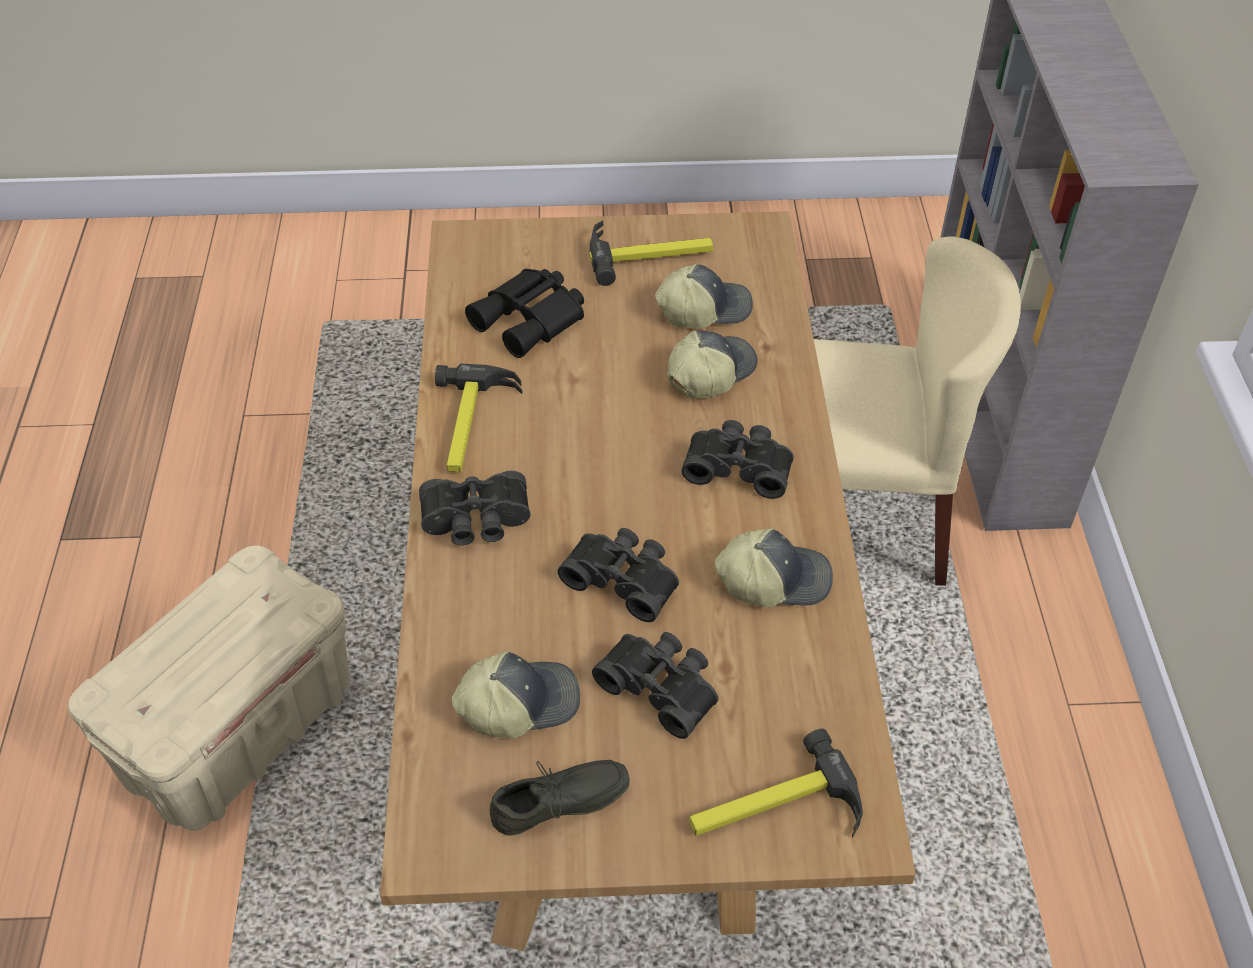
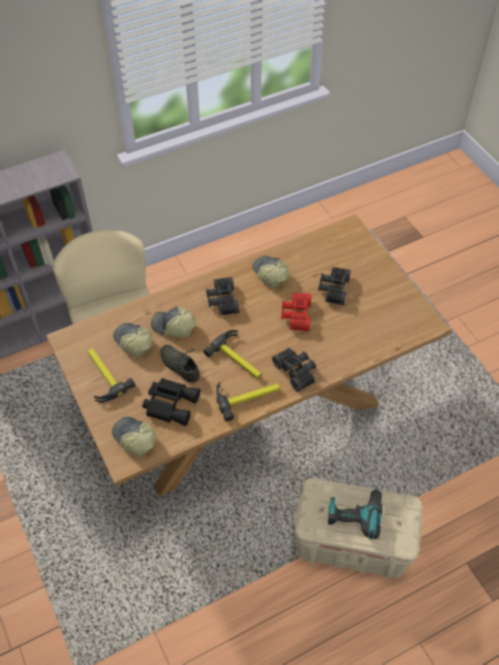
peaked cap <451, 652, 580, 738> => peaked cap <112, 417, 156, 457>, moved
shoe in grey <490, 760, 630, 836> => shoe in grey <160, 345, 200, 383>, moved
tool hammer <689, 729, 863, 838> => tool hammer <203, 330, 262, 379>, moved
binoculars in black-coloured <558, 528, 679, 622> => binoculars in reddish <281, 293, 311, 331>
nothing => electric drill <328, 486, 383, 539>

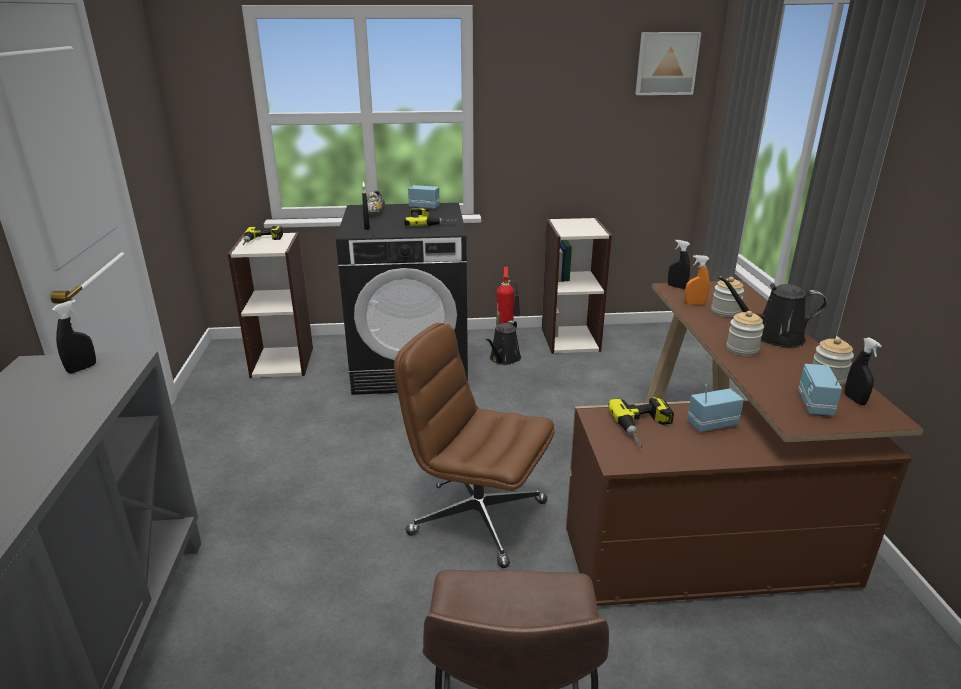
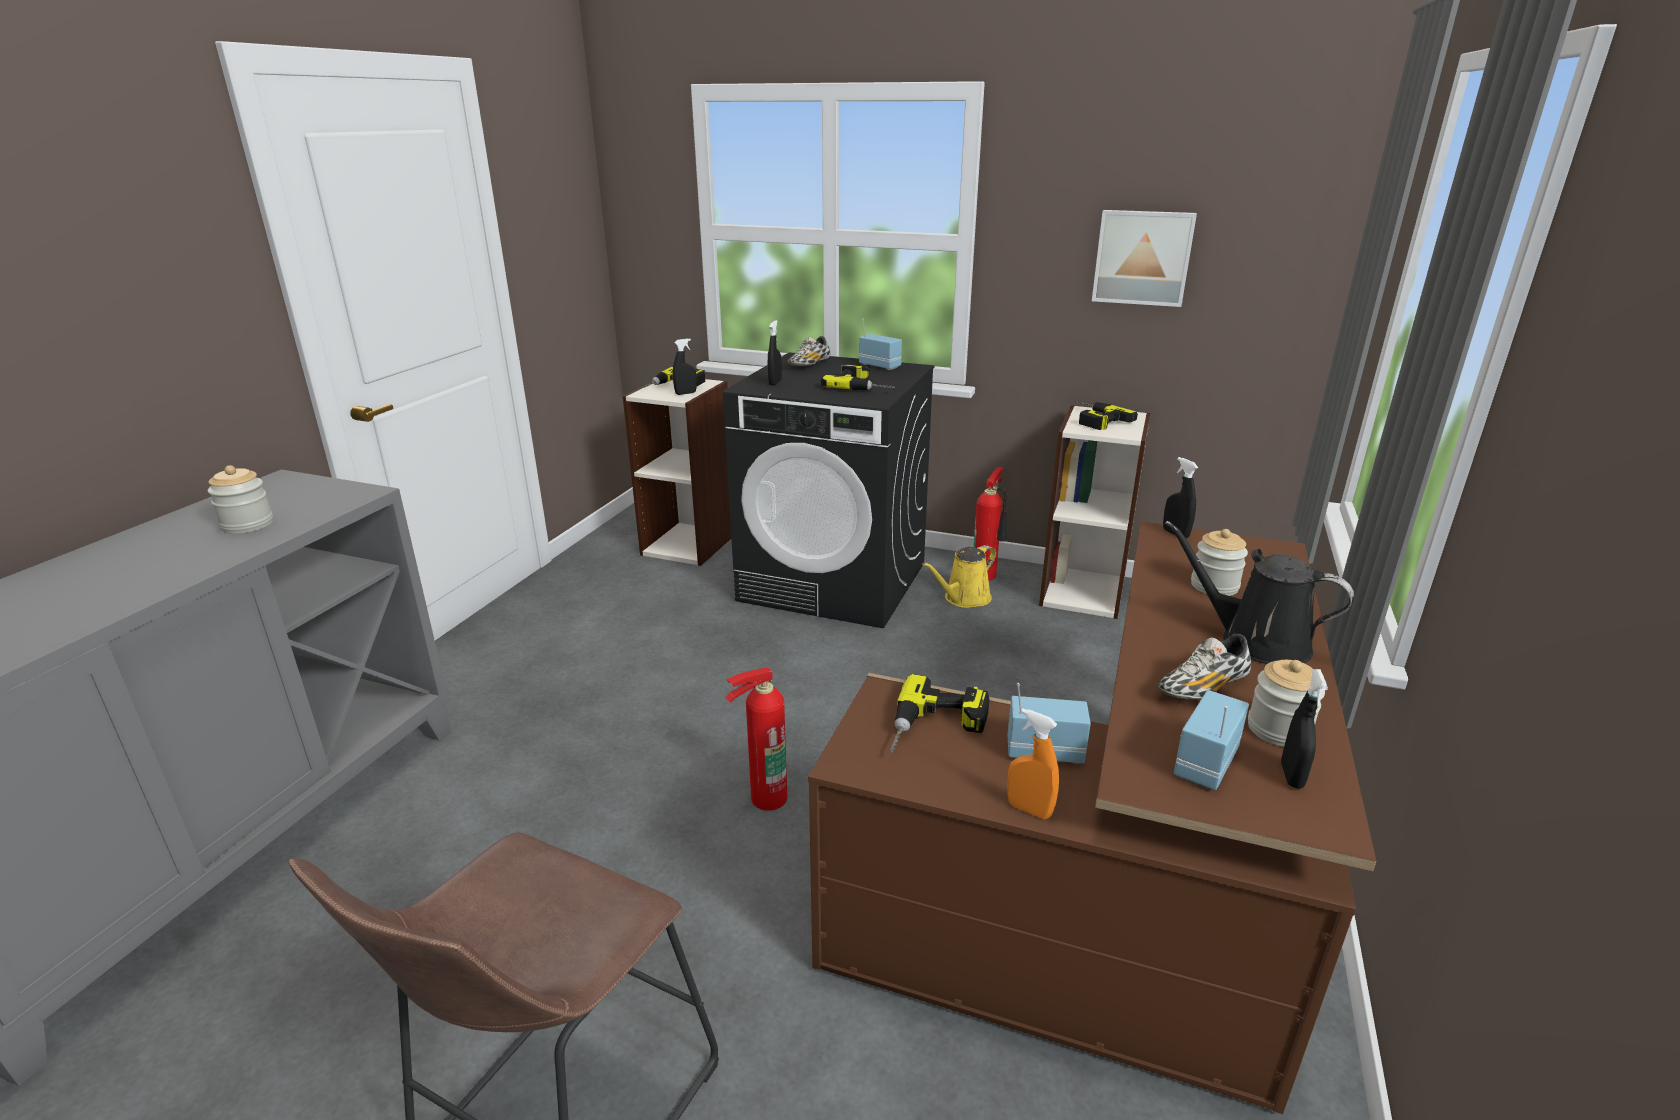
preserve jar <726, 311, 764, 356> => preserve jar <208, 465, 273, 534>, moved
sprayer in black-coloured <52, 300, 96, 374> => sprayer in black-coloured <673, 339, 697, 395>, moved
computer chair in brown <394, 323, 555, 568> => fire-fighting cylinder <725, 668, 787, 811>
watering pot in black-coloured <486, 320, 521, 365> => watering pot in yellowish <922, 545, 996, 608>
sprayer in orange-coloured <685, 255, 710, 305> => sprayer in orange-coloured <1007, 708, 1059, 819>, moved
nothing => electric drill <1075, 400, 1138, 430>
wall art <635, 32, 701, 95> => wall art <1092, 210, 1197, 307>, moved
nothing => shoe <1157, 633, 1251, 699>

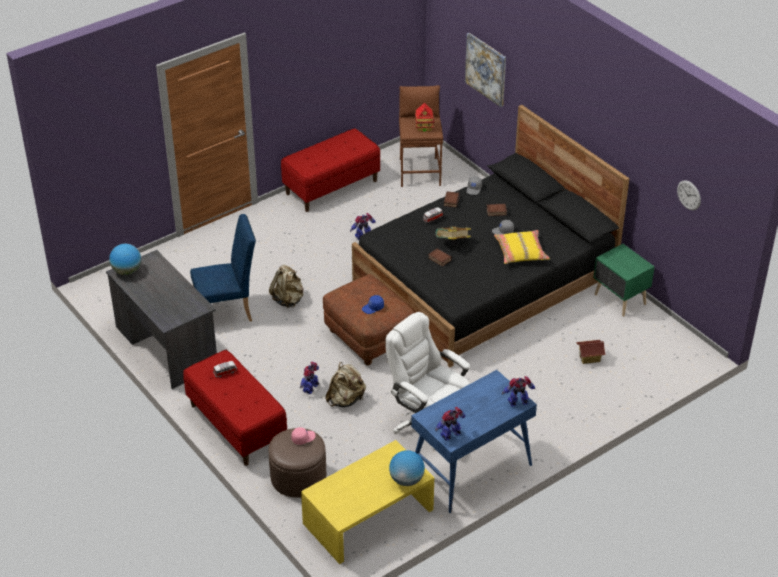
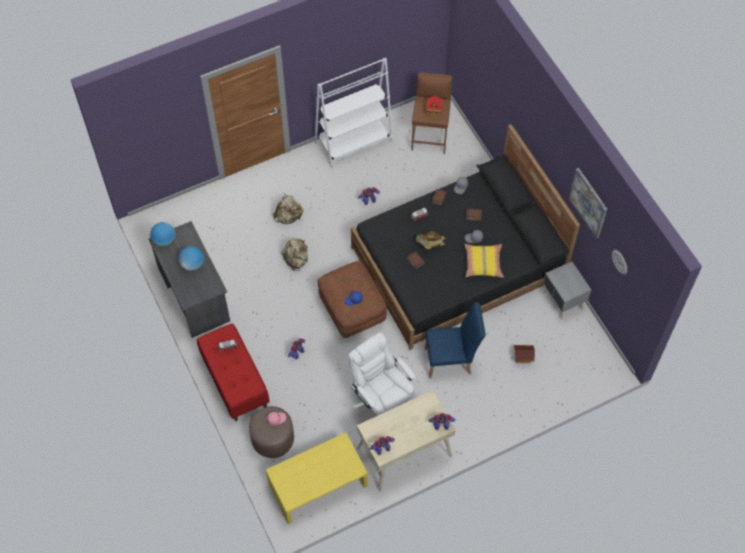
world globe <389, 450, 425, 486> => world globe <178, 246, 204, 272>, moved
knapsack in beige <325, 362, 366, 407> => knapsack in beige <273, 194, 304, 224>, moved
long seat in reddish <281, 128, 380, 212> => bookcase in white <314, 58, 393, 167>
desk unit in blue-coloured <411, 370, 537, 513> => desk unit in beige <357, 390, 456, 491>
chair in blue-coloured <190, 214, 256, 321> => chair in blue-coloured <425, 302, 486, 378>, moved
night table in greenish <593, 244, 655, 317> => night table in grey <543, 261, 591, 319>
wall art <465, 33, 506, 107> => wall art <569, 168, 607, 238>, moved

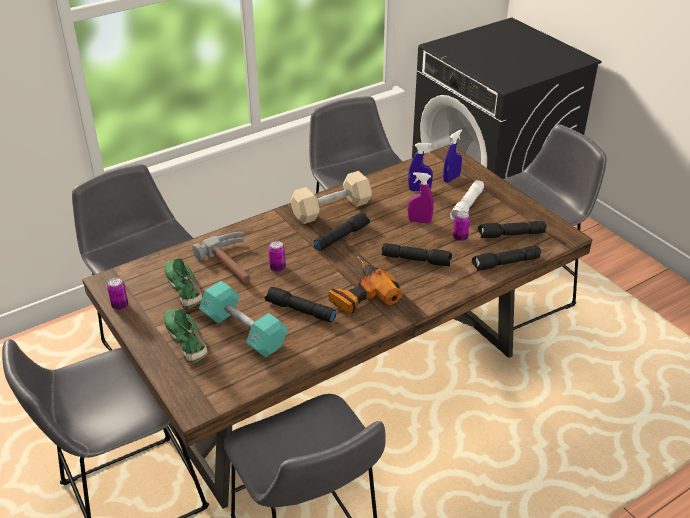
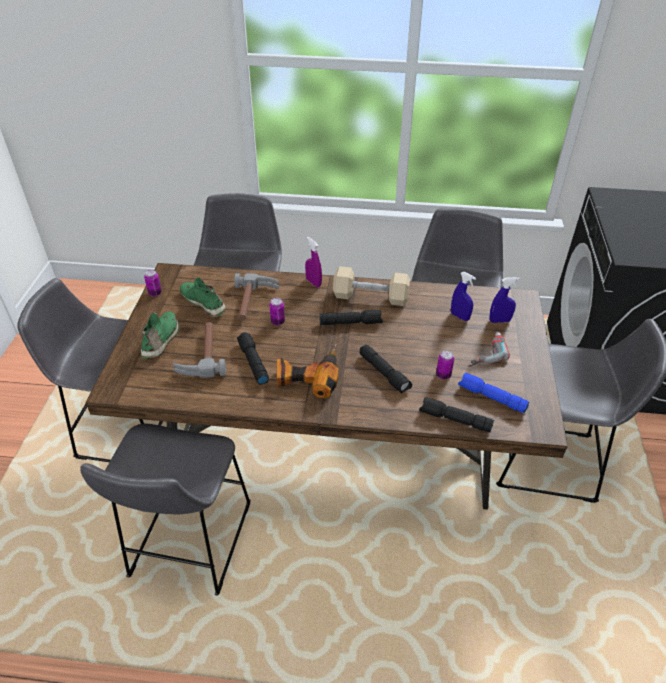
dumbbell in turquoise-coloured <199, 281, 288, 358> => tool hammer <172, 322, 226, 378>
shoe in greenish <165, 258, 203, 309> => shoe in greenish <180, 277, 226, 318>, 60 degrees counterclockwise
sprayer in purplish <408, 172, 434, 224> => sprayer in purplish <305, 237, 322, 287>, moved
hand torch in black-coloured <478, 221, 547, 238> => hand torch in blue-coloured <458, 373, 530, 414>
hand torch in white <450, 180, 484, 220> => electric drill <468, 332, 510, 367>

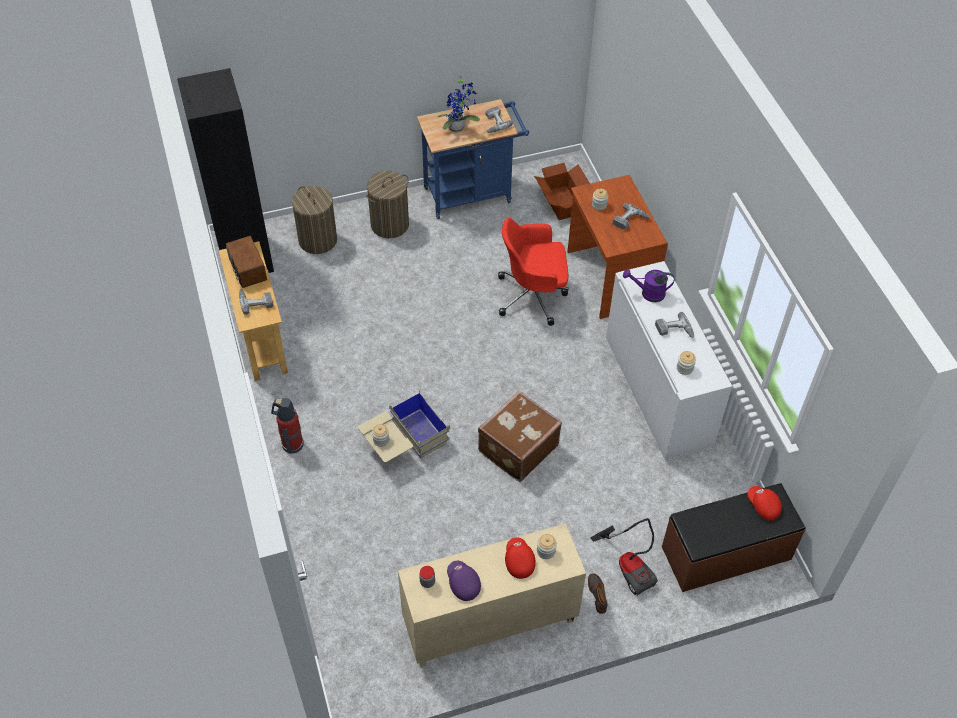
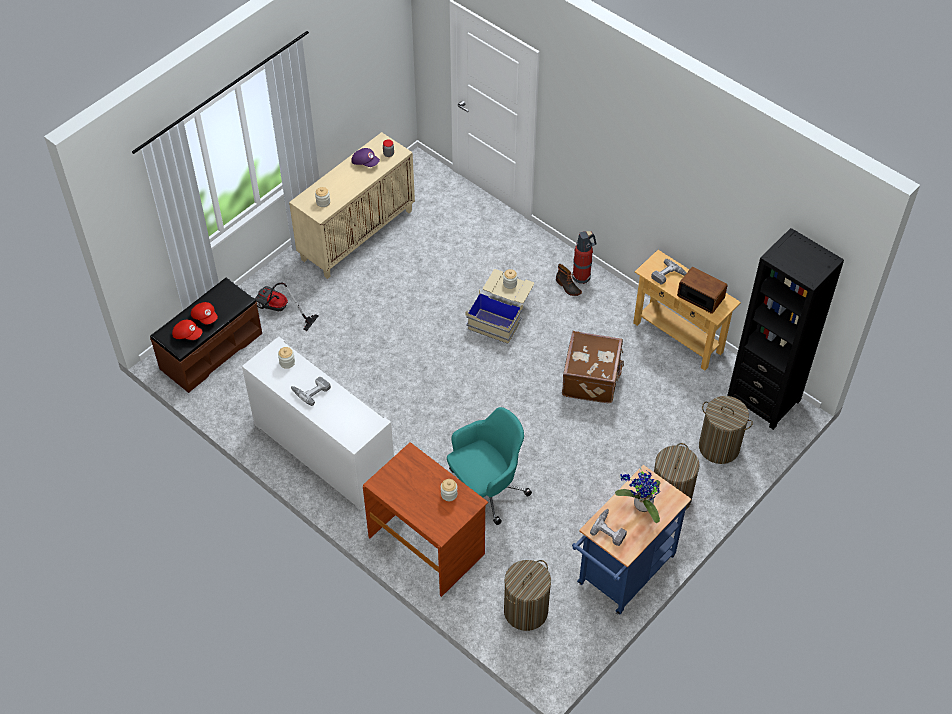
peaked cap in reddish <505, 537, 536, 579> => peaked cap in reddish <191, 302, 218, 325>, moved
computer chair in reddish <498, 218, 569, 326> => computer chair in turquoise-coloured <447, 407, 532, 525>
cardboard box <534, 163, 590, 220> => laundry basket <504, 560, 551, 631>
tall boot <588, 574, 607, 614> => tall boot <556, 264, 582, 296>, moved
suitcase in brown <478, 391, 562, 482> => suitcase in brown <562, 331, 624, 403>, moved
electric drill <613, 203, 650, 230> => nothing
watering pot in purplish <623, 269, 674, 302> => nothing

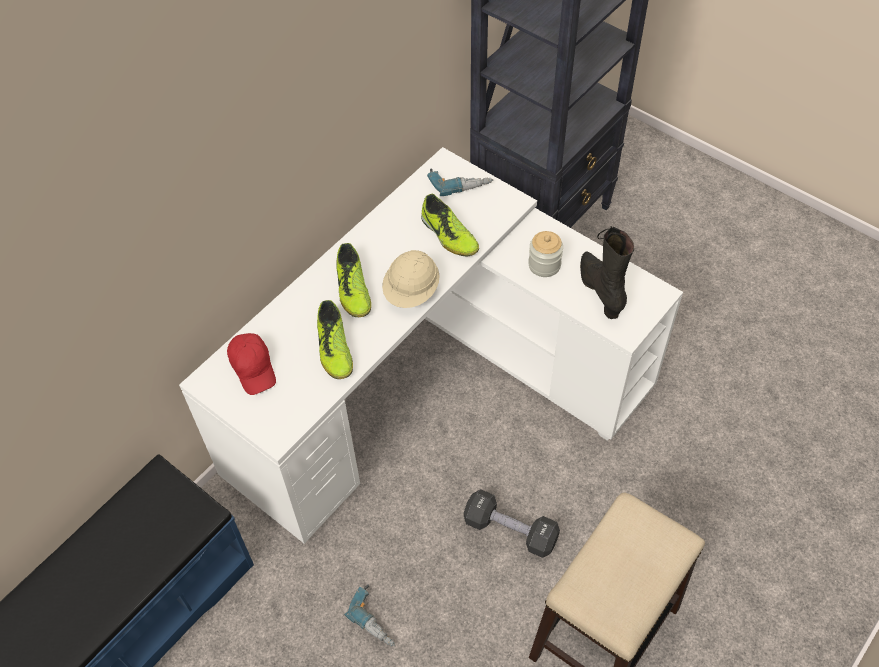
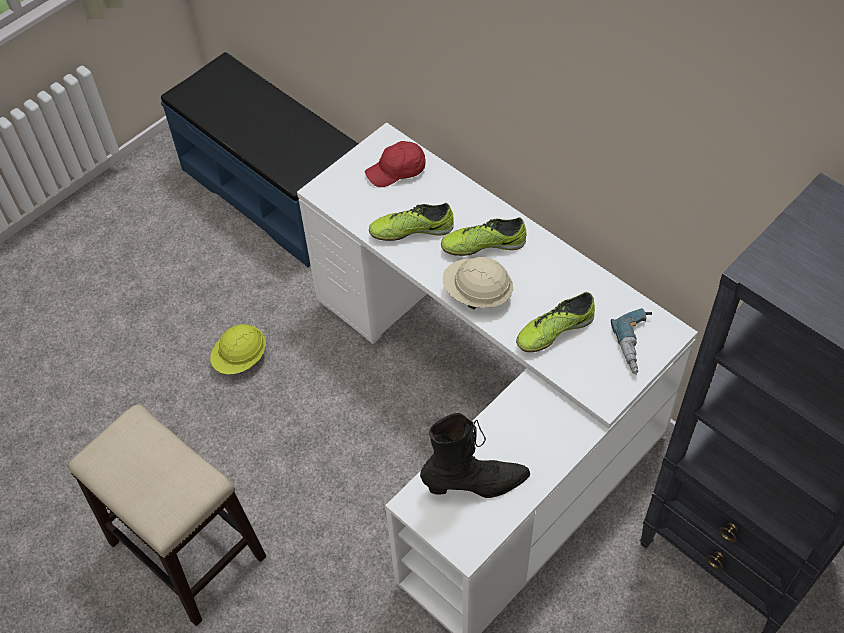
electric drill <344, 585, 395, 647> => hard hat in yellowish <210, 324, 266, 374>
dumbbell in black-coloured <464, 489, 560, 558> => nothing
preserve jar <528, 231, 563, 277> => nothing

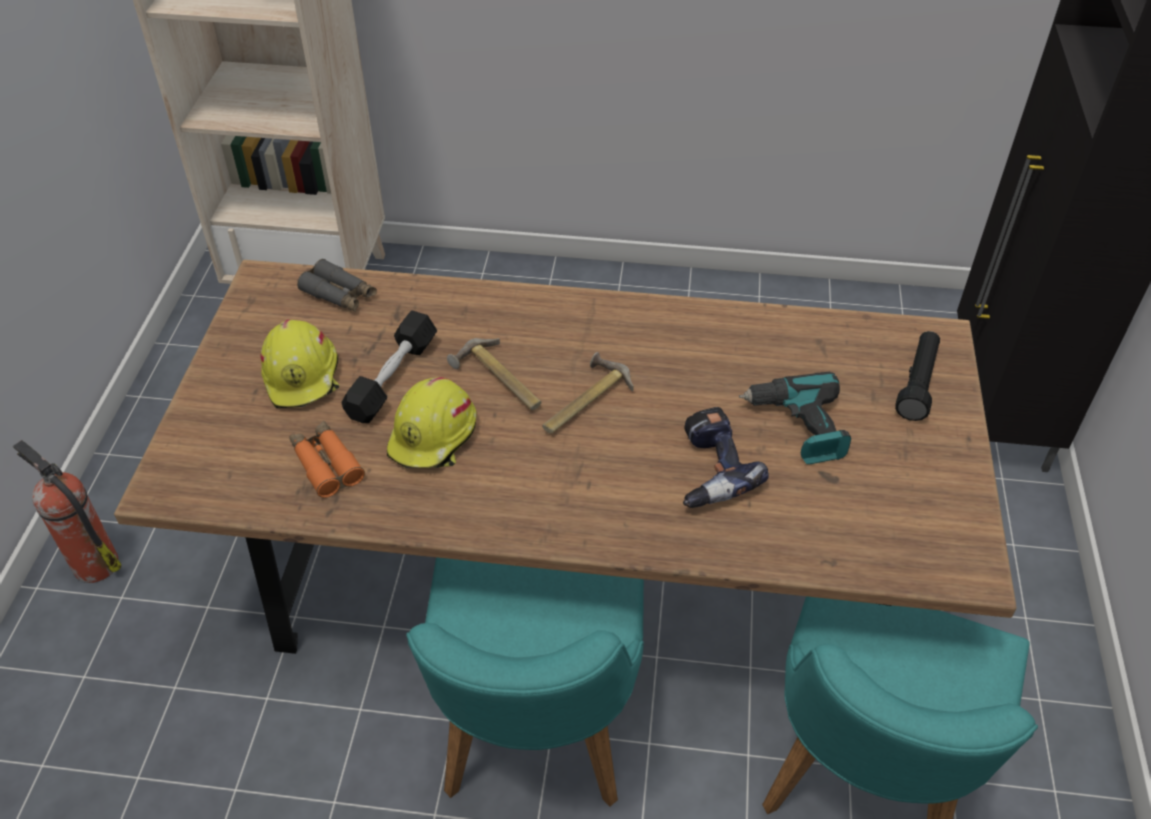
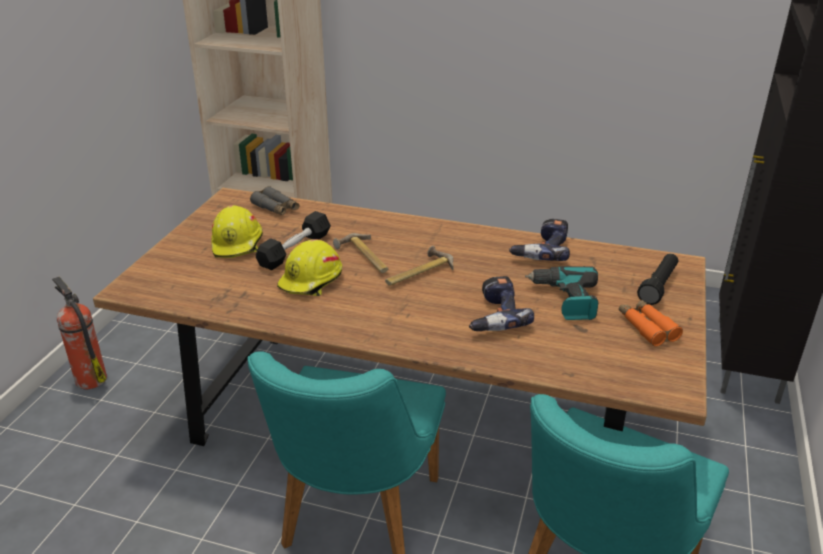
nothing => electric drill <509, 219, 570, 261>
binoculars in orange-coloured <289, 421, 365, 498> => binoculars in orange-coloured <619, 300, 683, 346>, moved

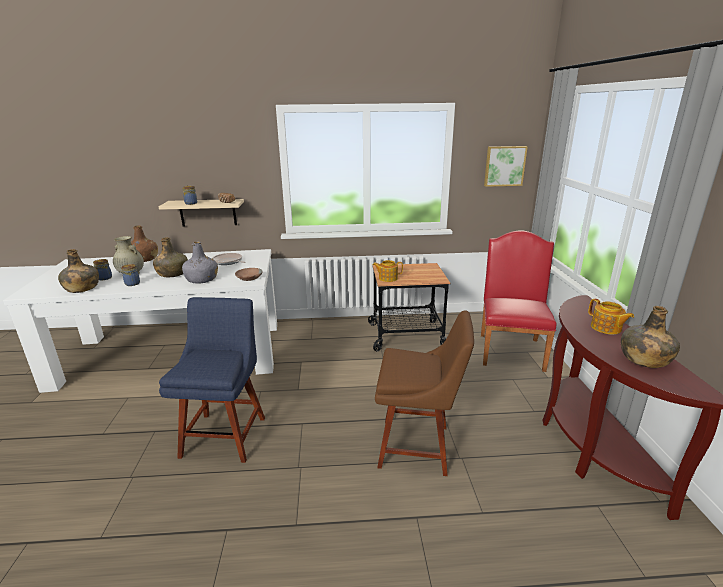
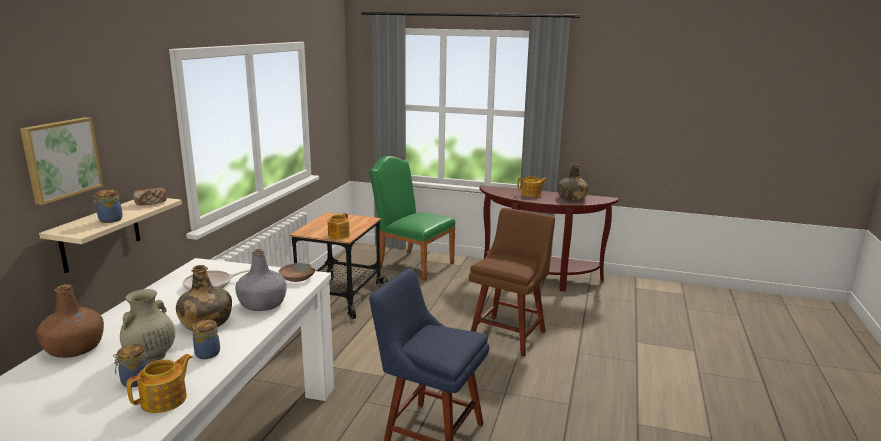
wall art <484, 146, 528, 187> => wall art <20, 117, 103, 205>, moved
drink bottle in greenish <58, 249, 99, 293> => teapot <126, 354, 193, 413>
chair in reddish <481, 230, 556, 372> => chair in greenish <369, 156, 456, 281>

